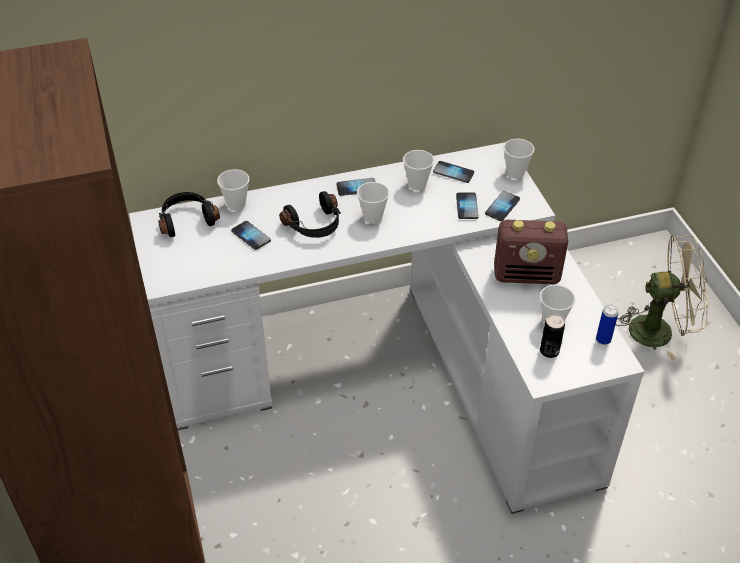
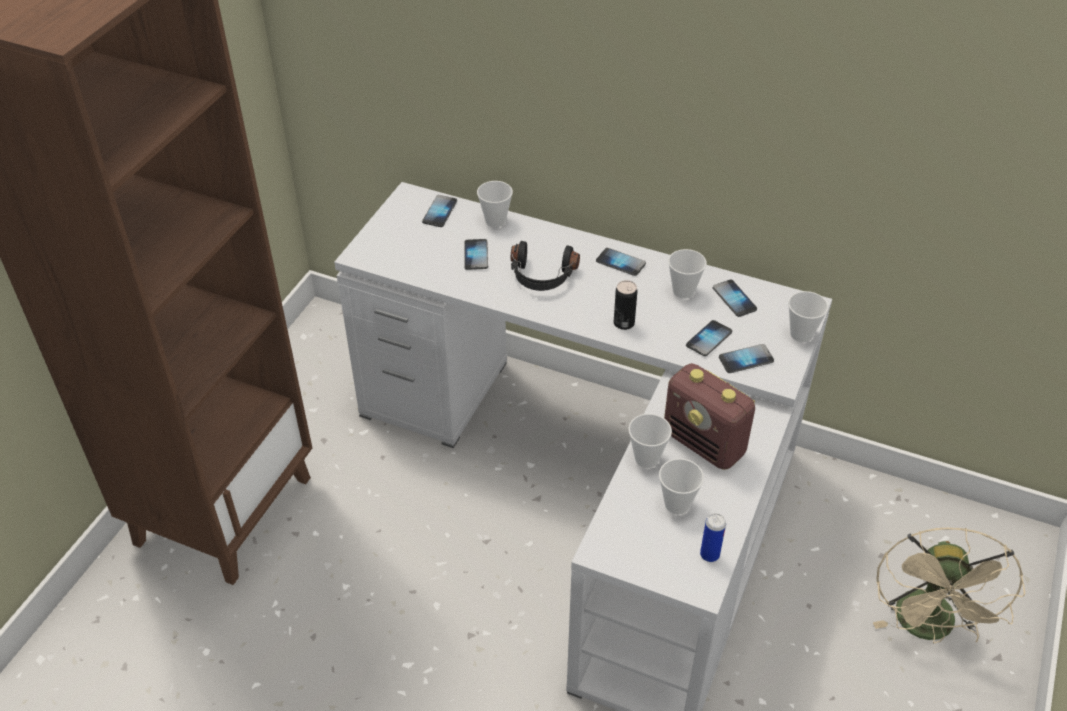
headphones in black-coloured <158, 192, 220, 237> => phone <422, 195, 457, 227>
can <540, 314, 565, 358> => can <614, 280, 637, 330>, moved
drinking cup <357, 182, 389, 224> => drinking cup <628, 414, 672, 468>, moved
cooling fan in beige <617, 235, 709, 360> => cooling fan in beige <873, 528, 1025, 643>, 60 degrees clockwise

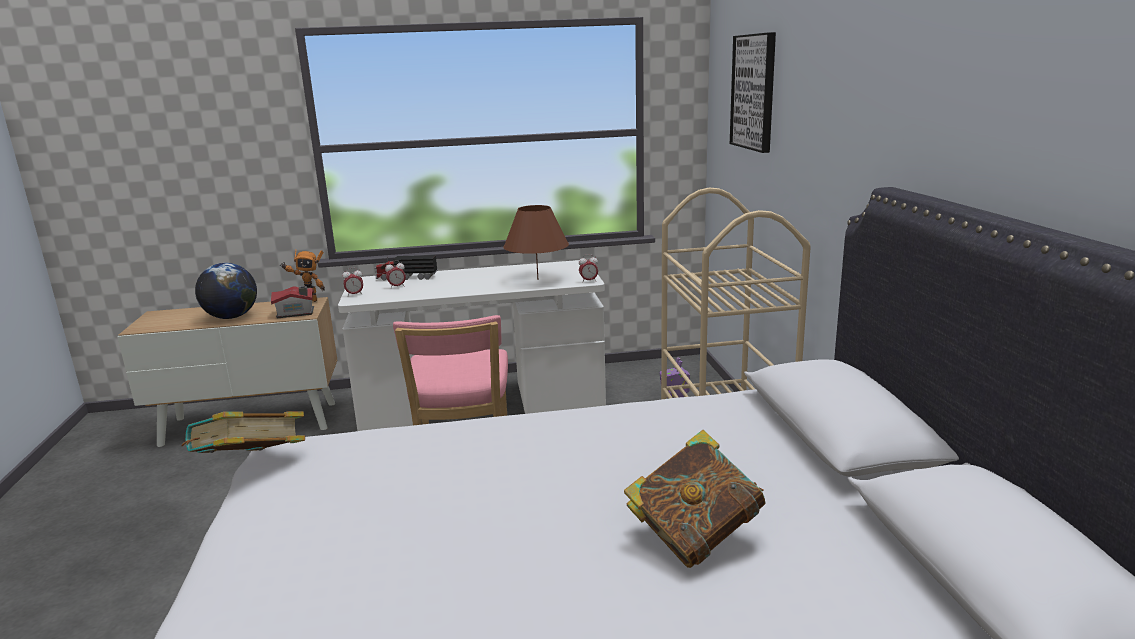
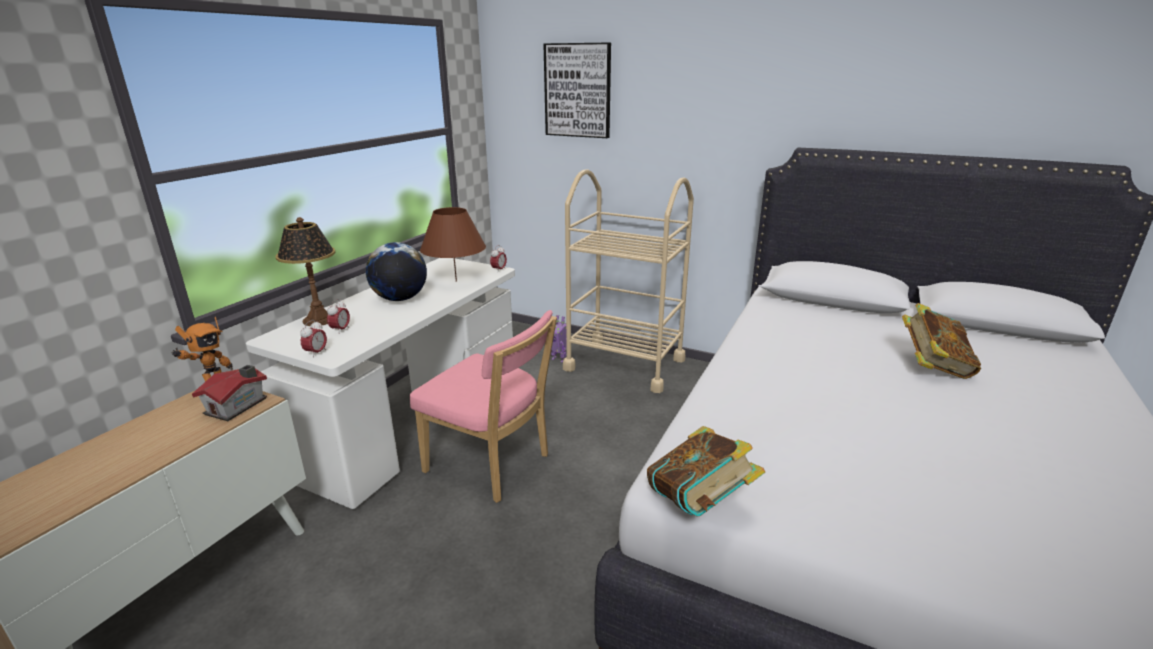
model truck <375, 255, 438, 280> => tabletop lamp <276, 217, 335, 326>
world globe <195, 263, 257, 319> => world globe <366, 242, 427, 301>, moved

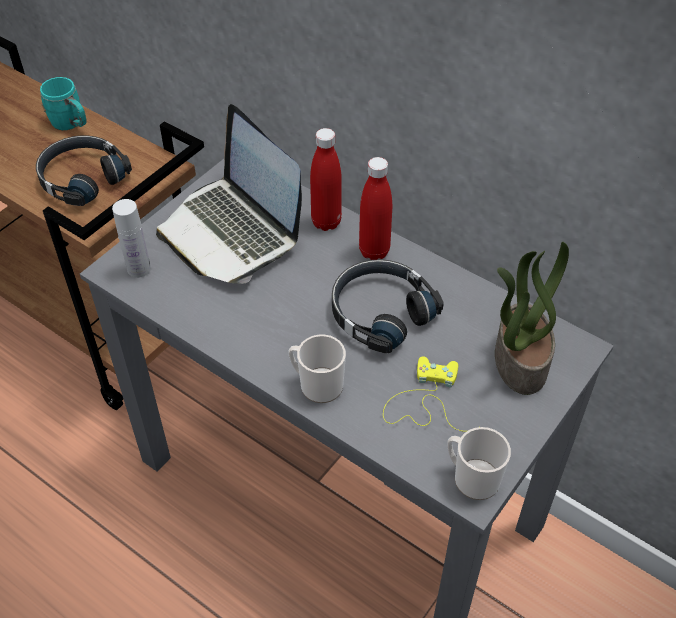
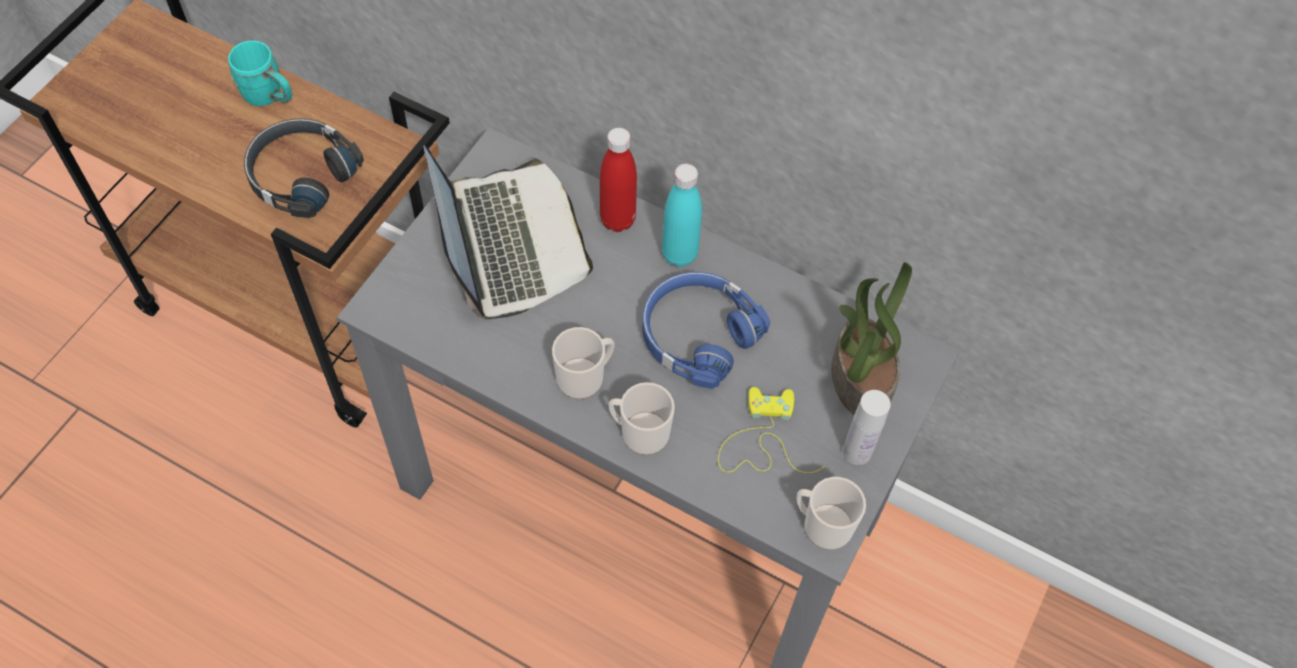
portable computer <156, 104, 302, 284> => portable computer <424, 145, 593, 319>, 150 degrees counterclockwise
nothing => tea mug <552, 327, 615, 399>
headphones in black-coloured <332, 260, 444, 353> => headphones in blue-coloured <642, 272, 770, 389>
drink bottle in reddish <359, 157, 392, 260> => drink bottle in turquoise-coloured <662, 164, 702, 267>
drink bottle in white <112, 199, 151, 278> => drink bottle in white <843, 390, 891, 465>, moved

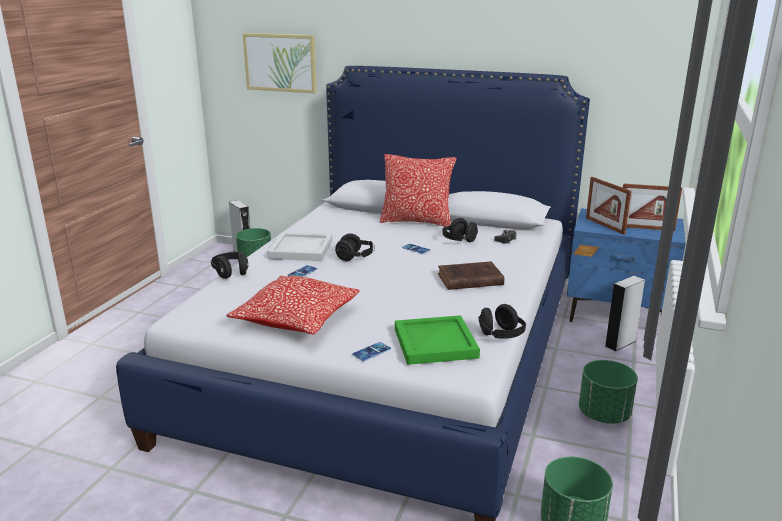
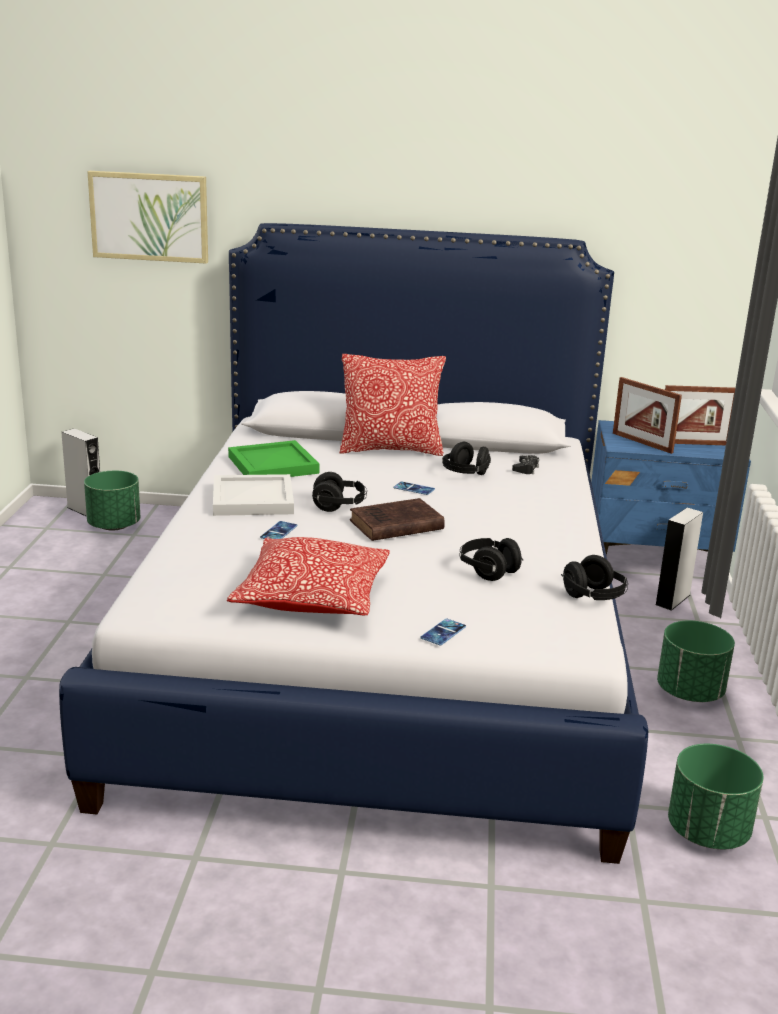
tray in greenish <395, 315, 480, 365> => tray in greenish <228, 440, 319, 477>, moved
book in brown <438, 261, 504, 290> => book in brown <350, 498, 445, 541>, moved
headphones in black-coloured <211, 252, 248, 279> => headphones in black-coloured <459, 538, 523, 581>, moved

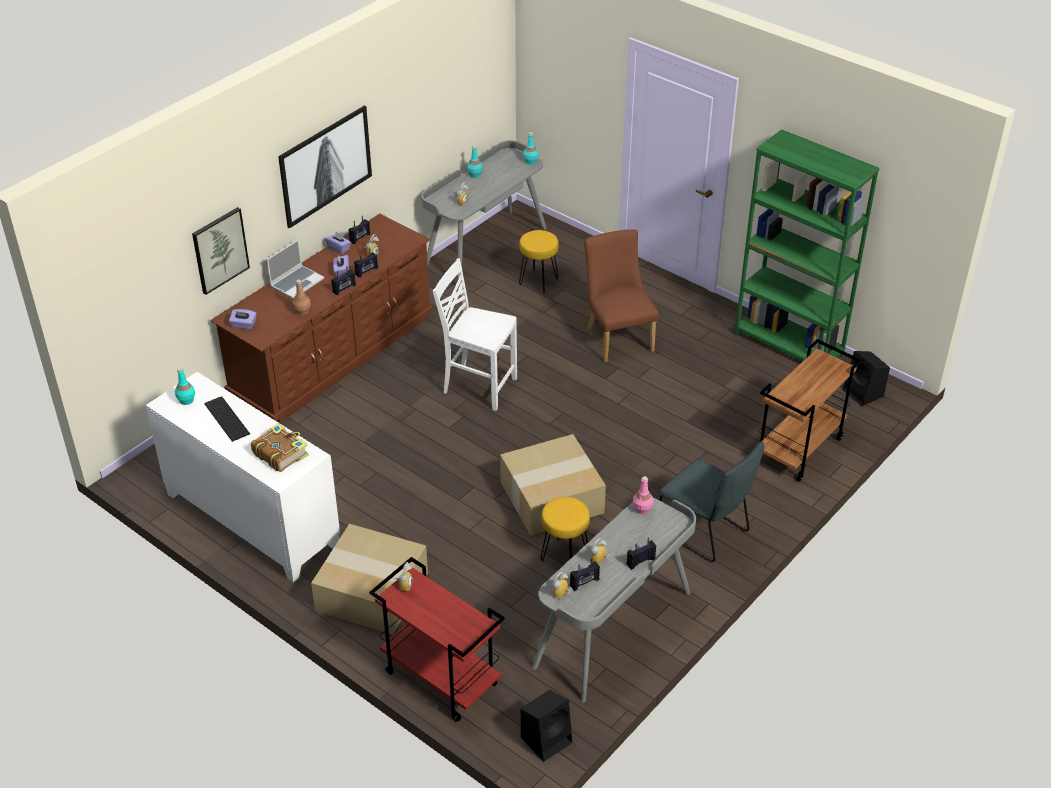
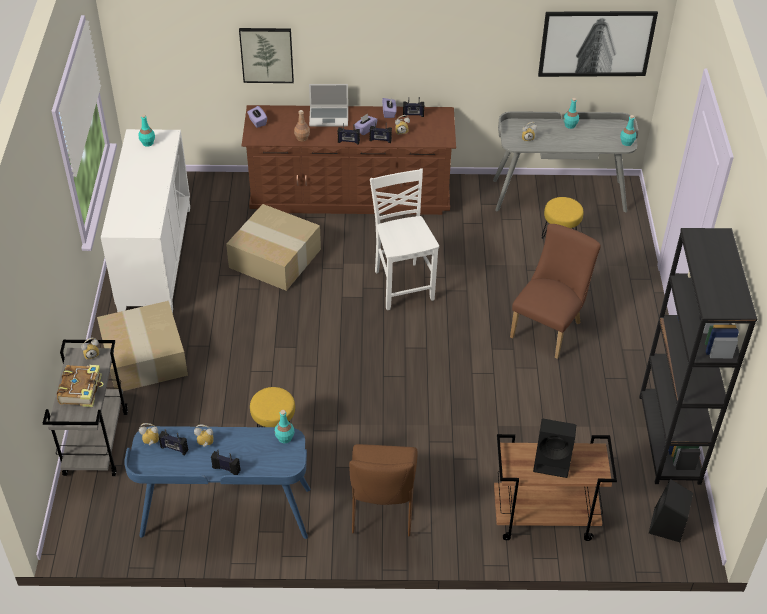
cart in reddish <369, 557, 505, 722> => cart in grey <43, 340, 128, 476>
book <251, 423, 309, 472> => book <57, 365, 104, 407>, moved
desk unit in grey <532, 498, 696, 703> => desk unit in blue-coloured <125, 426, 311, 539>
cardboard box <500, 434, 606, 536> => cardboard box <226, 204, 321, 291>, moved
drink bottle in pink-coloured <633, 476, 653, 514> => drink bottle in turquoise-coloured <275, 410, 294, 443>
chair in grey <659, 442, 764, 562> => chair in brown <349, 444, 418, 536>
loudspeaker in black-coloured <521, 690, 572, 762> => loudspeaker in black-coloured <533, 419, 576, 478>, moved
wall art <278, 106, 372, 228> => wall art <538, 11, 658, 77>, moved
bookcase in greenish <735, 129, 880, 362> => bookcase in black-coloured <639, 228, 757, 485>
computer keyboard <204, 397, 250, 442> => nothing

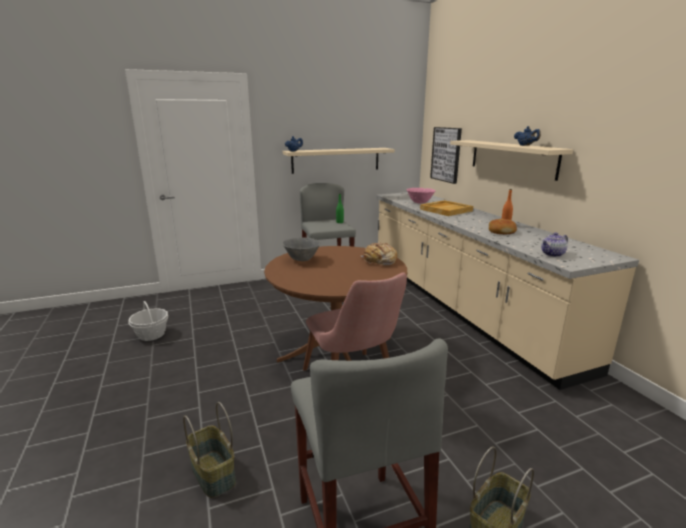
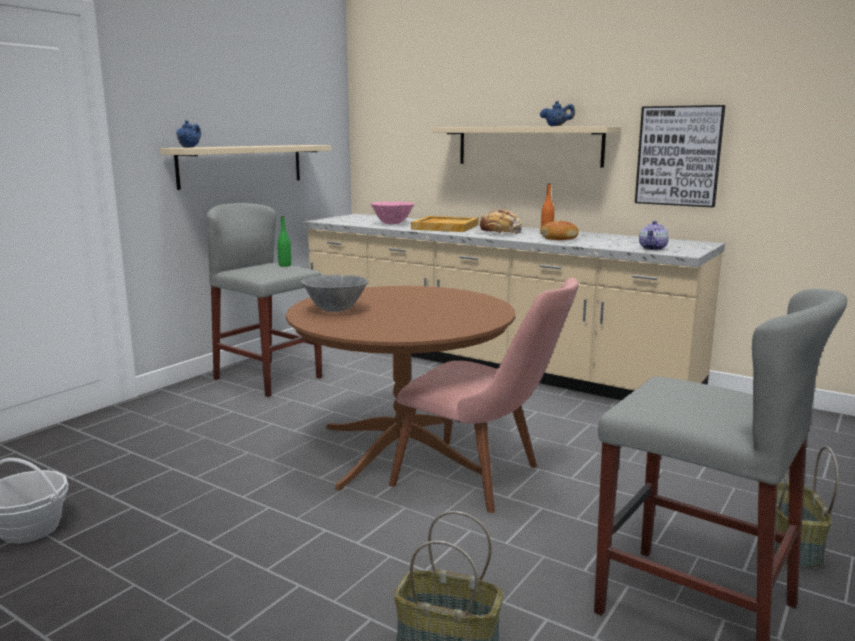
bakery bread <360, 243, 397, 266> => bakery bread <477, 209, 522, 234>, moved
wall art <430, 127, 462, 184> => wall art <635, 105, 725, 207>, moved

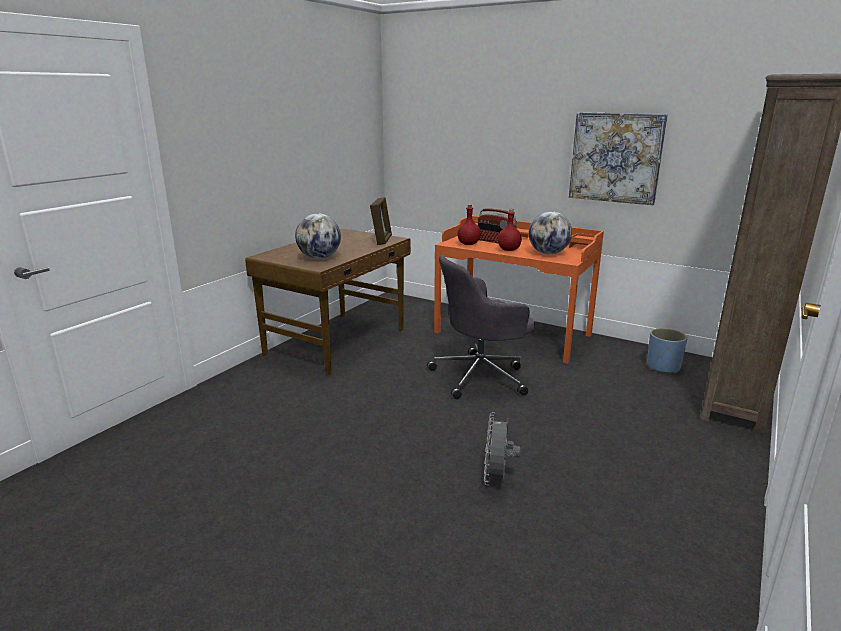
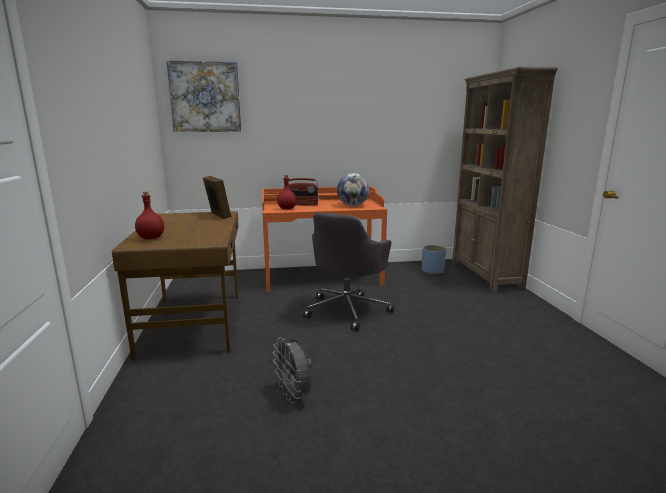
drink bottle in reddish <498, 209, 522, 251> => drink bottle in reddish <135, 191, 164, 239>, moved
wall art <569, 112, 668, 205> => wall art <167, 60, 241, 132>, moved
cooling fan in grey <484, 412, 520, 486> => cooling fan in grey <273, 338, 312, 403>, moved
world globe <295, 213, 341, 259> => nothing

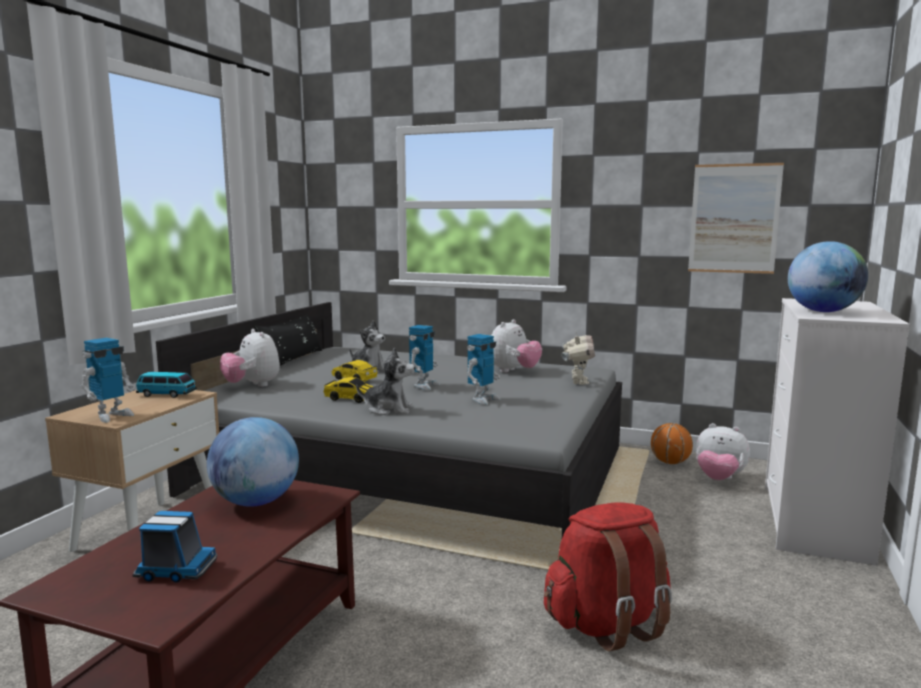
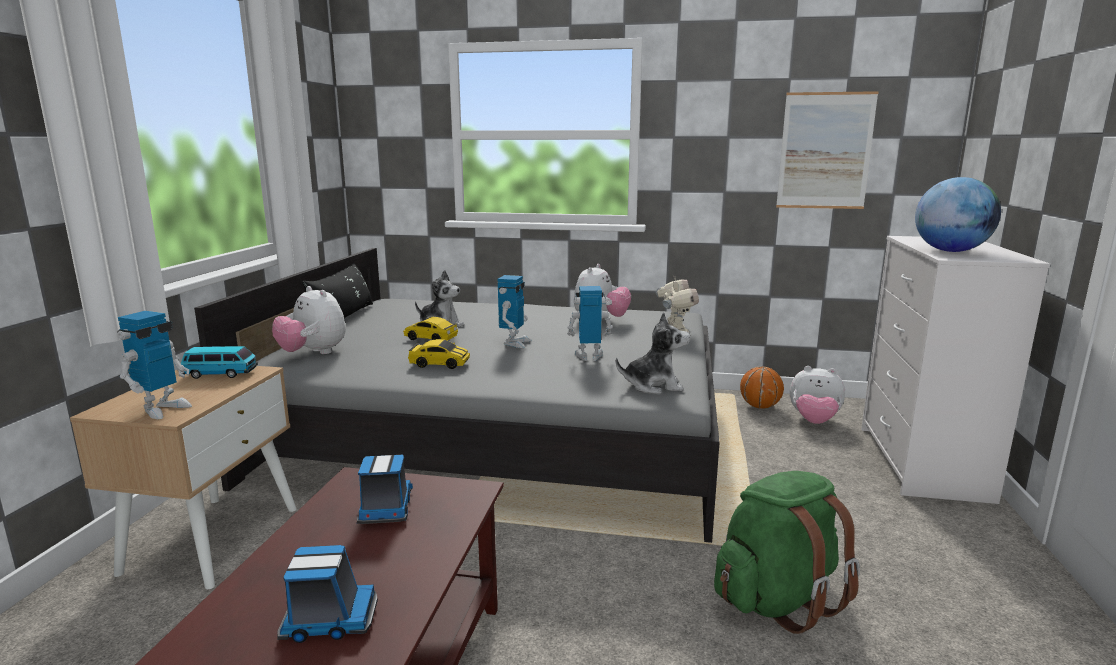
world globe <207, 417, 299, 507> => model truck <357, 455, 413, 524>
toy robot <467, 334, 501, 405> => toy robot <567, 286, 613, 361>, 120 degrees counterclockwise
plush toy <356, 347, 415, 415> => plush toy <616, 312, 690, 394>, moved
knapsack in reddish <544, 503, 672, 651> => knapsack in greenish <714, 471, 860, 634>

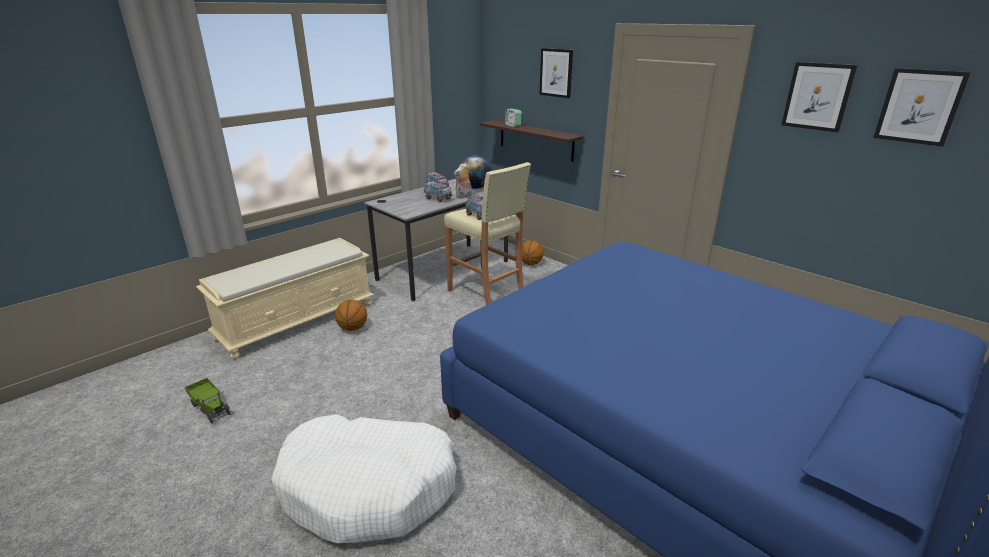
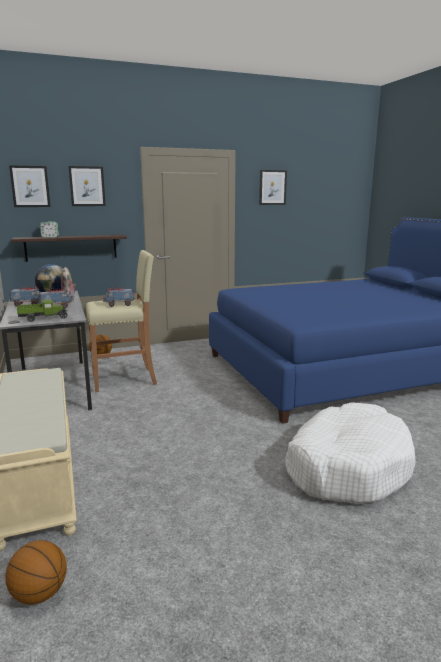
basketball ball <335, 300, 367, 331> => basketball ball <5, 540, 67, 604>, moved
wall art <873, 68, 971, 147> => wall art <9, 165, 51, 207>, moved
model truck <185, 378, 231, 424> => model truck <17, 300, 67, 322>, moved

